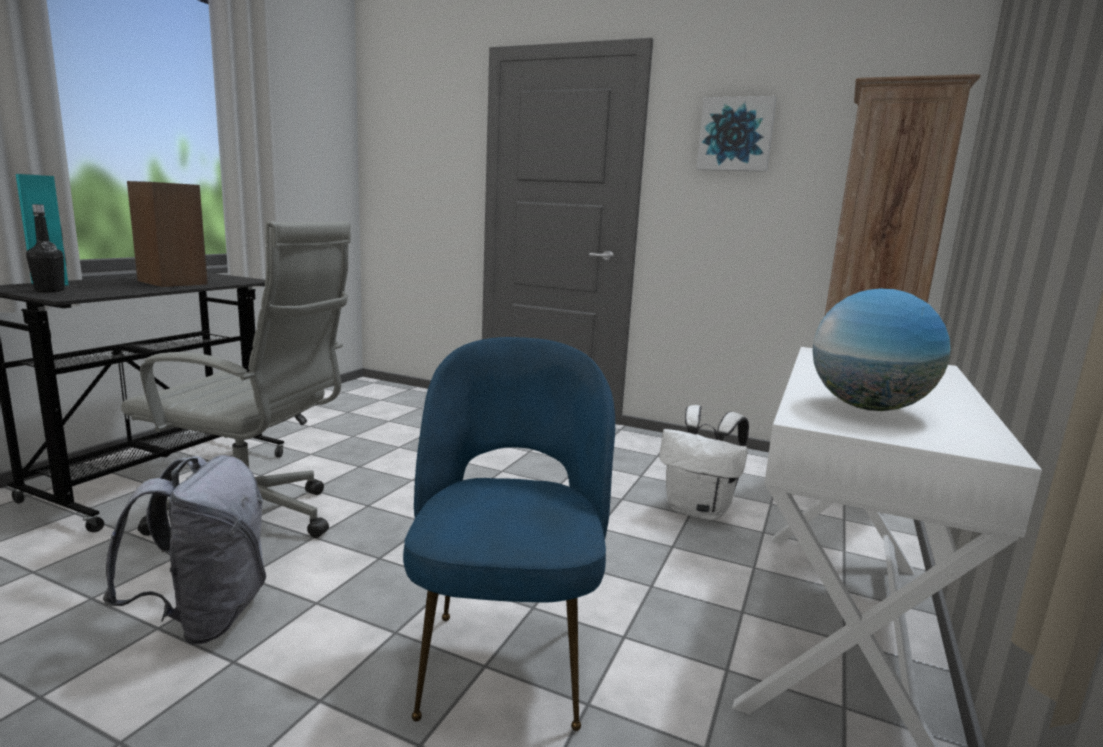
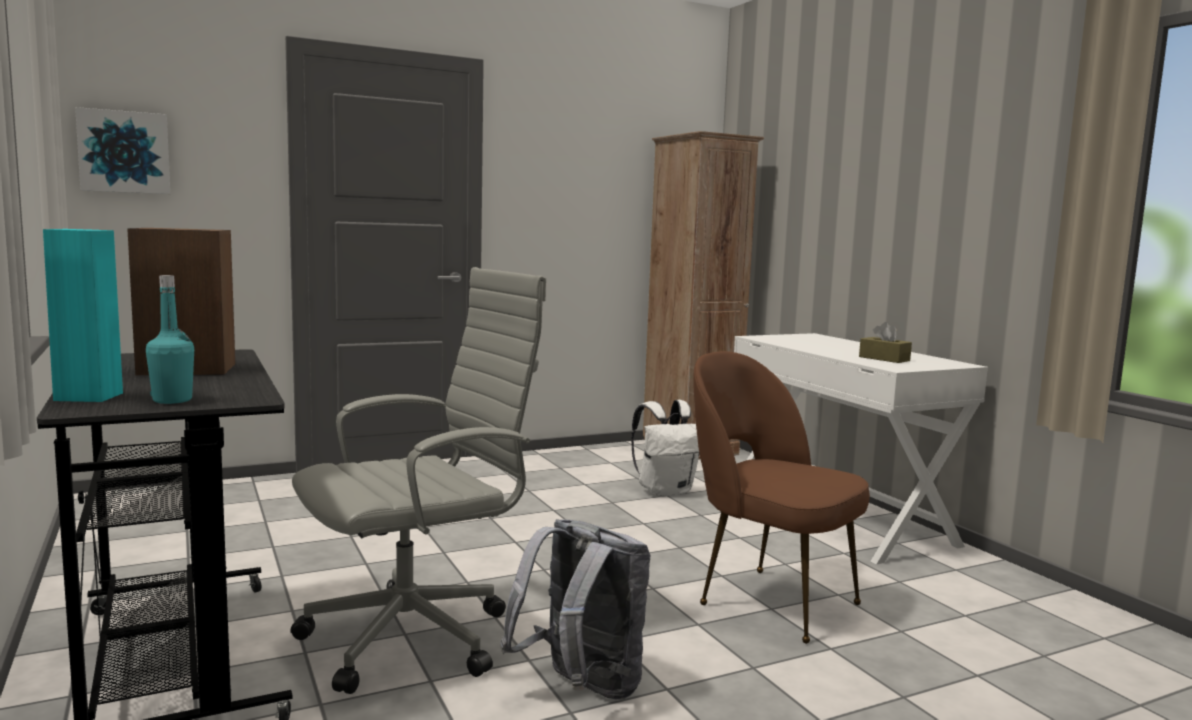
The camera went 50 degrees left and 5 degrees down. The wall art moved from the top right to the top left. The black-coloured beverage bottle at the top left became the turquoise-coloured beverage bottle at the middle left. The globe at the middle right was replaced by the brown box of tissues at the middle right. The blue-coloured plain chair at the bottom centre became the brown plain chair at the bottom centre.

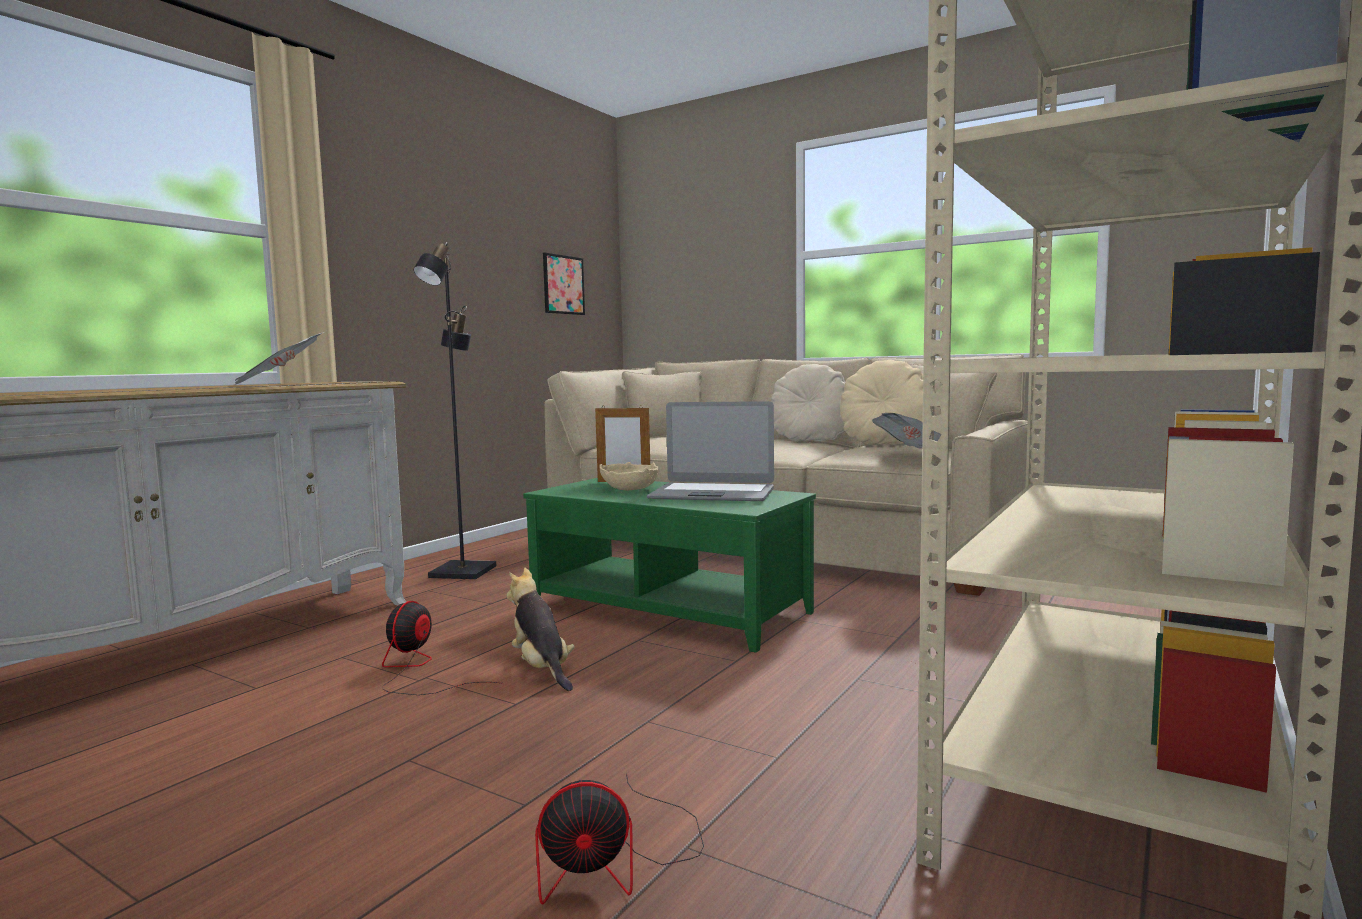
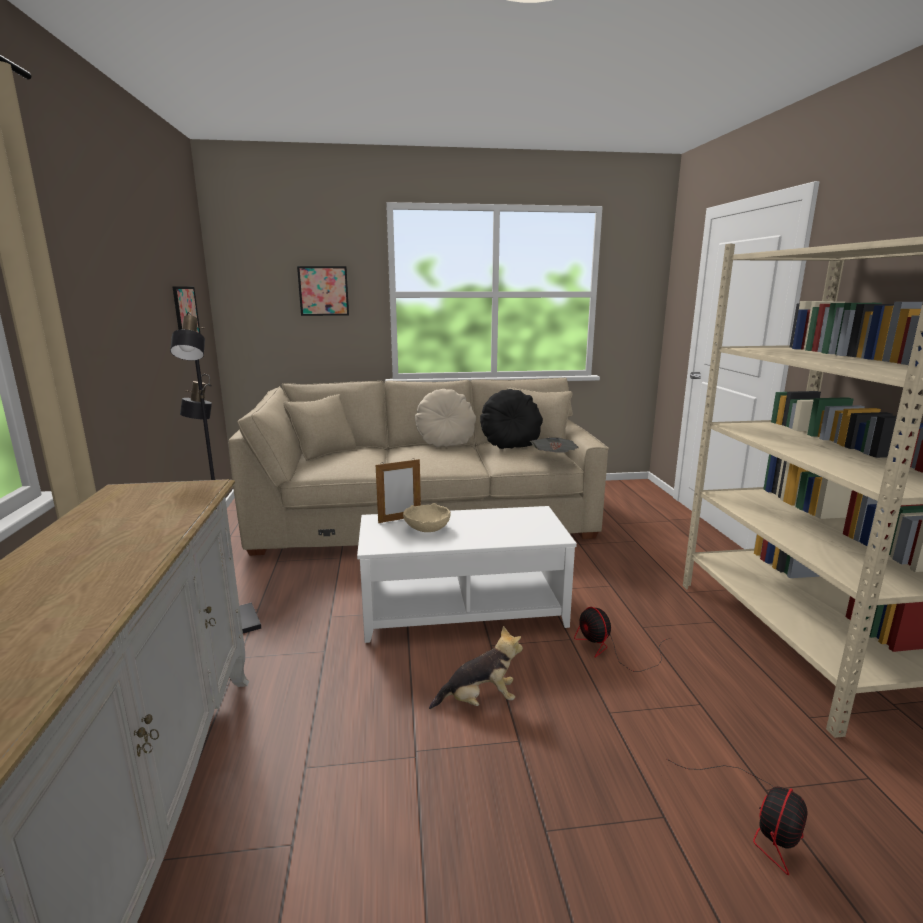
The camera went 40 degrees left and 10 degrees up. The newspaper (1st from left) at the middle left disappeared. The beige cushion (2nd from left) at the centre became the black-coloured cushion at the centre. The laptop at the centre disappeared. The greenish low table at the centre became the white low table at the centre. The plush toy at the bottom centre turned 150 degrees clockwise. The cooling fan (1st from left) moved from the bottom left to the bottom right. The wall art (2nd from left) at the top centre appeared.

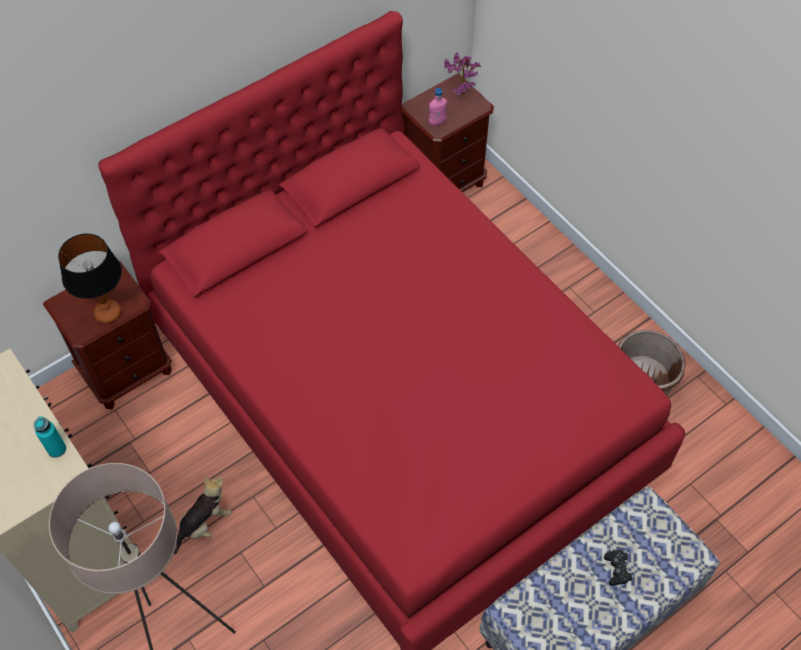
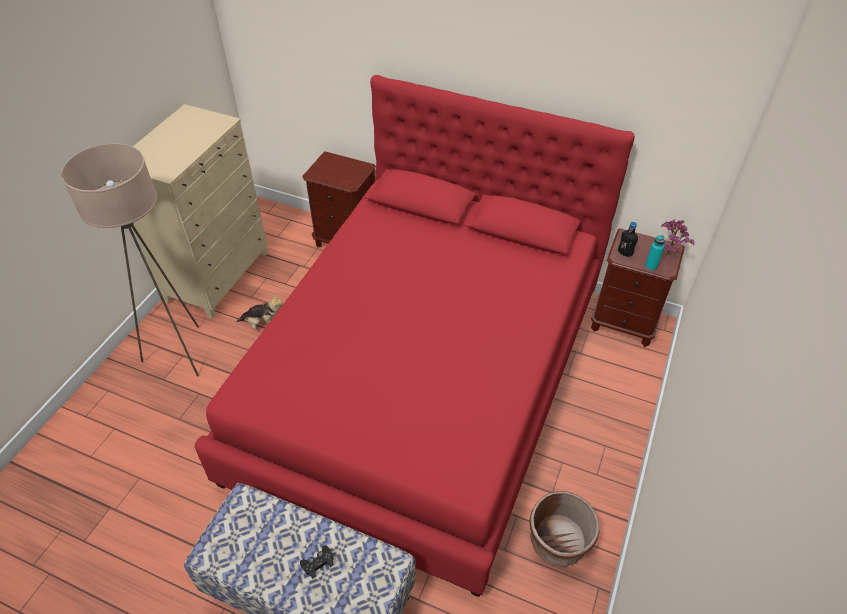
The camera went 60 degrees right and 10 degrees down. The pink-coloured beverage bottle at the top centre became the black-coloured beverage bottle at the middle right. The table lamp at the middle left disappeared. The turquoise-coloured beverage bottle moved from the bottom left to the middle right.

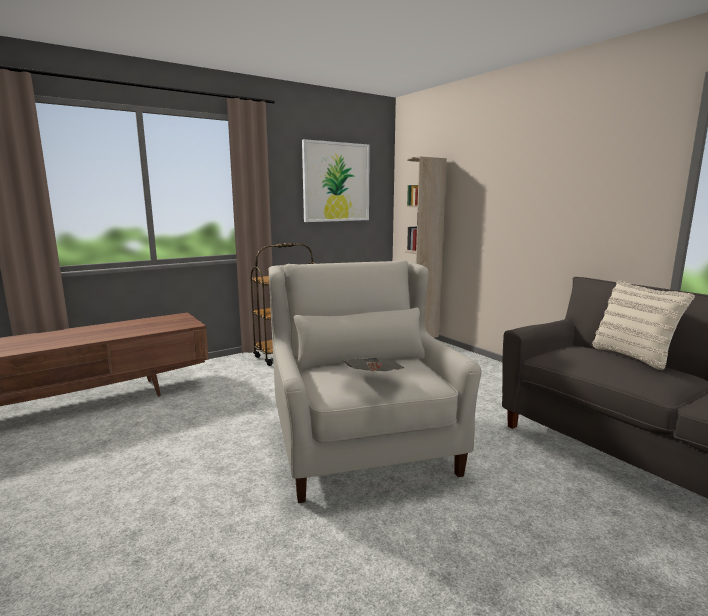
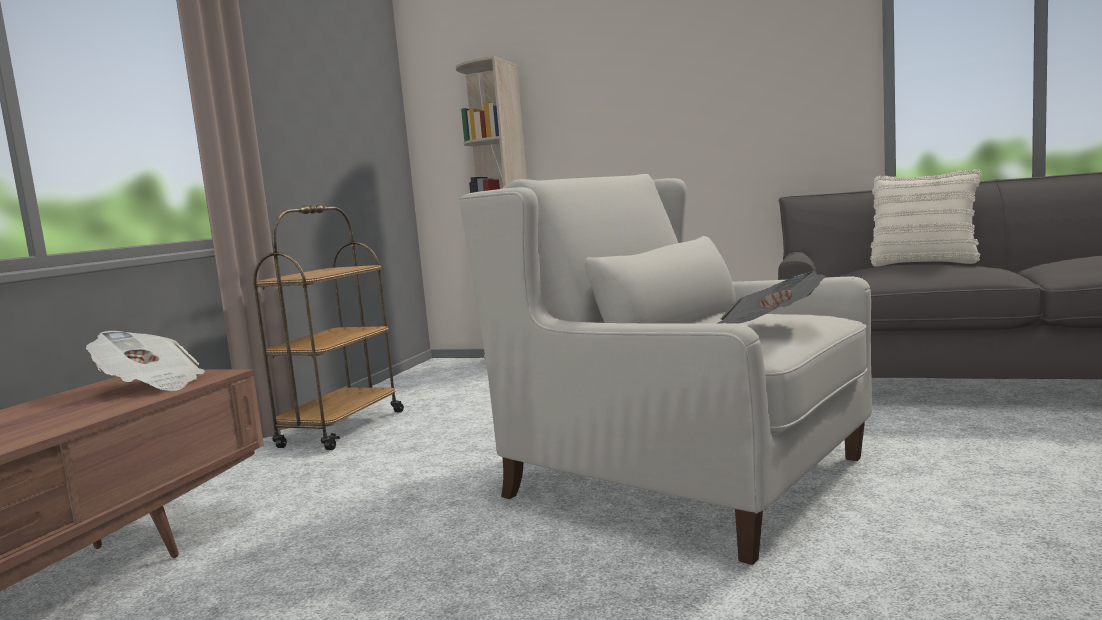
The camera went 35 degrees left and 5 degrees down. The wall art at the top centre disappeared. The newspaper (1st from left) at the middle left appeared.

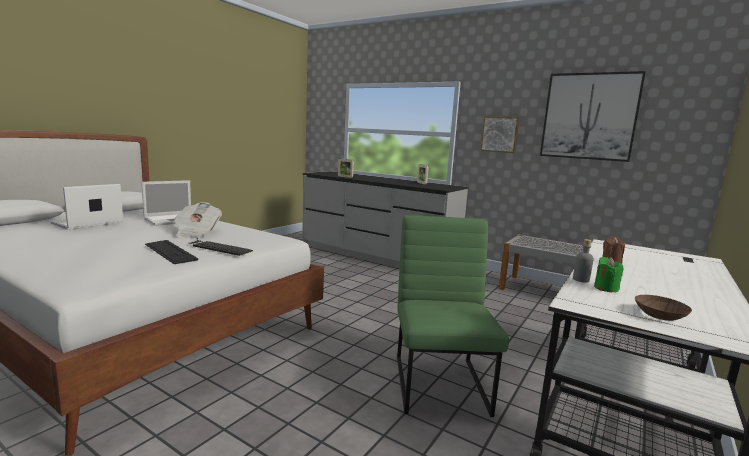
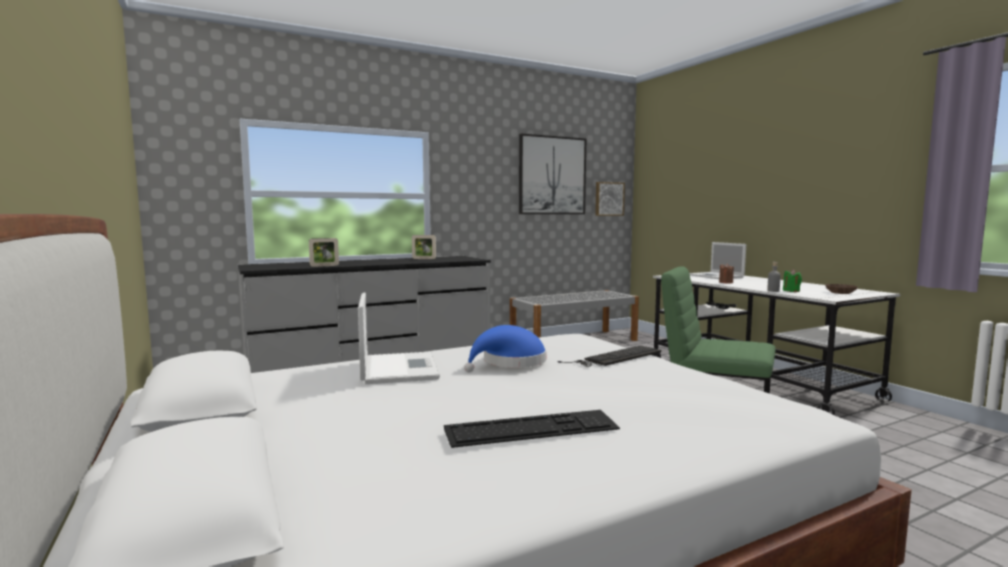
The camera went 60 degrees left and 5 degrees down. The wall art (1st from left in the first image) moved from the top centre to the centre. The laptop (1st from left in the first image) moved from the middle left to the middle right. The newspaper at the middle left was replaced by the blue-coloured clothing hat at the centre. The computer keyboard (1st from left) moved from the middle left to the bottom centre.

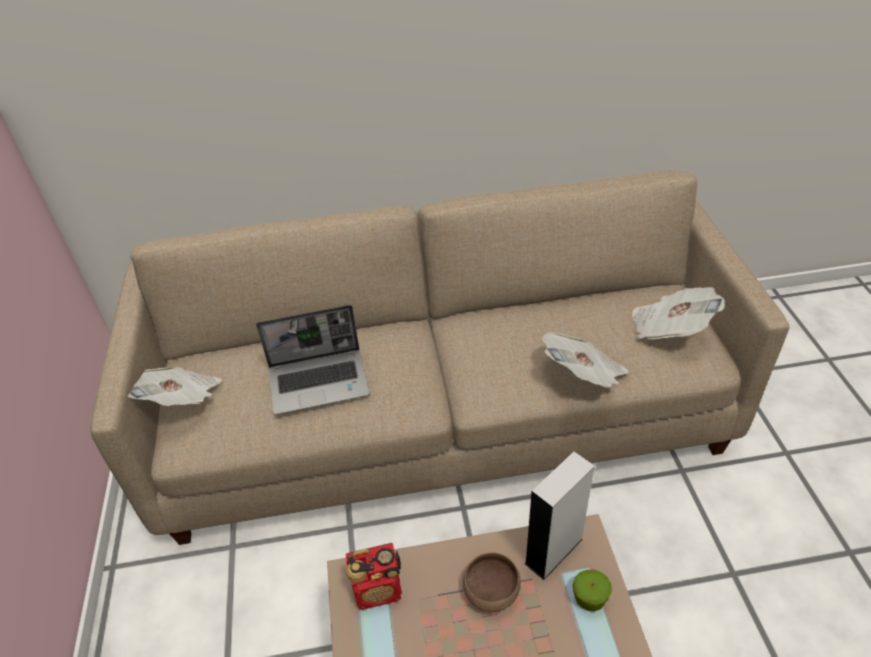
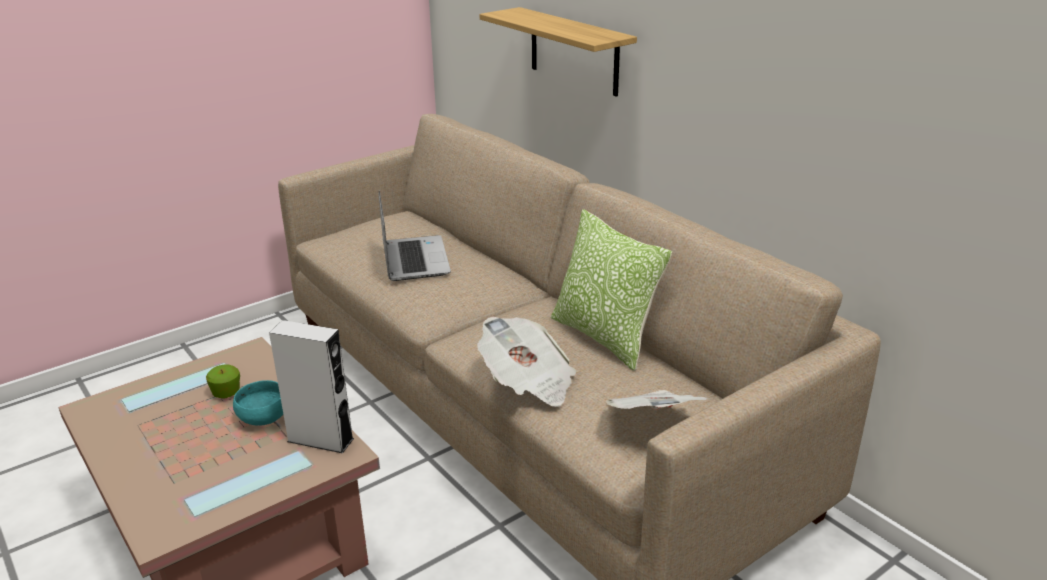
The camera went 60 degrees right and 15 degrees down. The laptop at the centre turned 150 degrees counterclockwise. The newspaper (1st from left) at the middle left disappeared. The radio at the bottom centre disappeared. The brown serving bowl at the bottom centre became the turquoise-coloured serving bowl at the bottom left. The apple moved from the bottom right to the middle left. The bracket shelf at the top centre appeared. The cushion at the centre appeared.

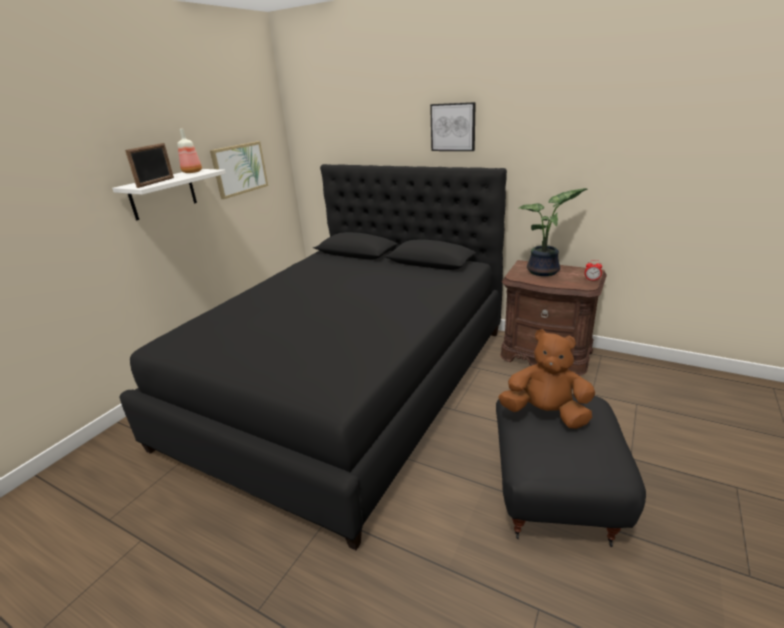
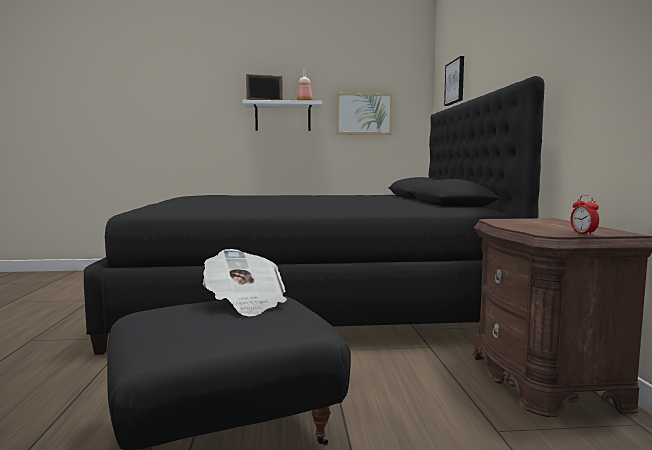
The camera went 55 degrees right and 20 degrees down. The wall art (2nd from left) moved from the top centre to the top right. The houseplant at the middle right disappeared. The brown plush toy at the middle right was replaced by the newspaper at the centre.

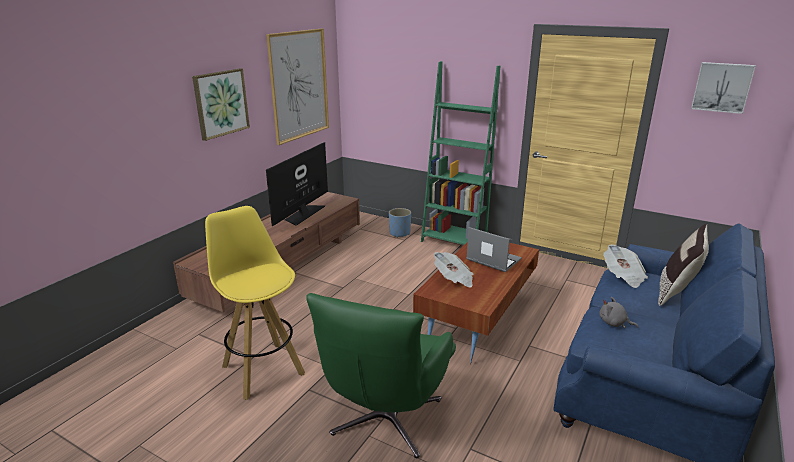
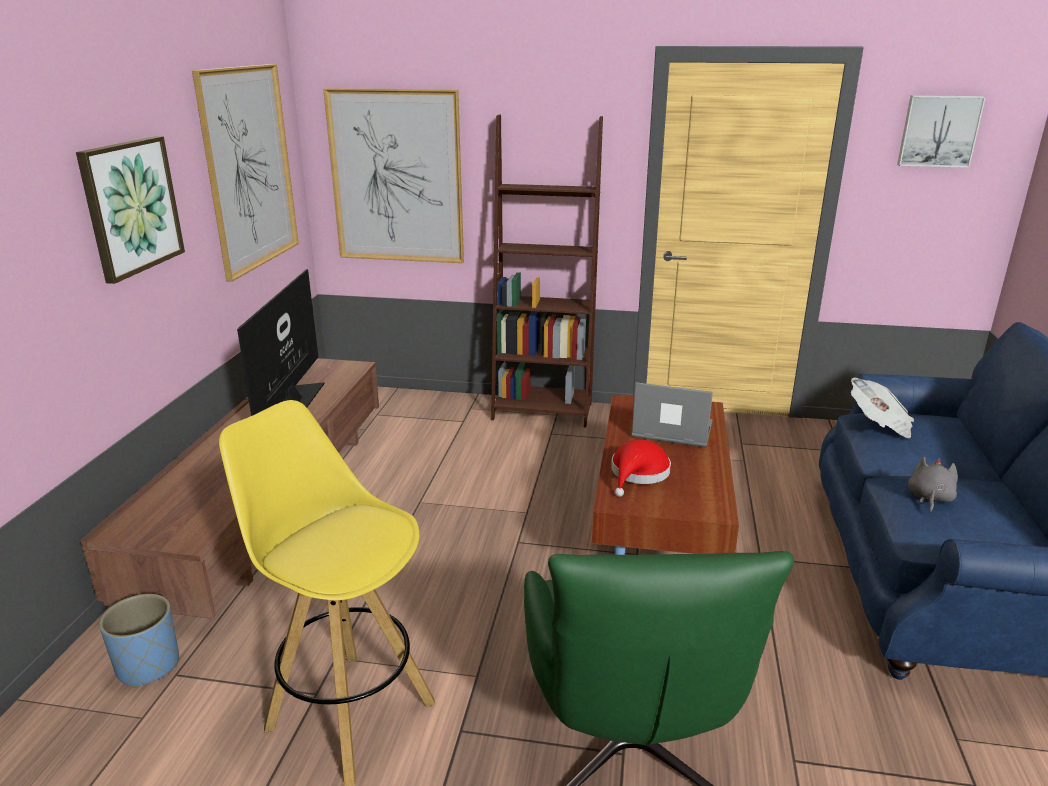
The camera went 20 degrees left and 0 degrees up. The greenish bookcase at the top centre became the brown bookcase at the centre. The blue-coloured flower pot moved from the centre to the bottom left. The cushion at the middle right disappeared. The newspaper (1st from left) at the centre was replaced by the reddish clothing hat at the centre. The gray plush toy at the bottom right turned 105 degrees clockwise. The wall art (3rd from left) at the top centre appeared.

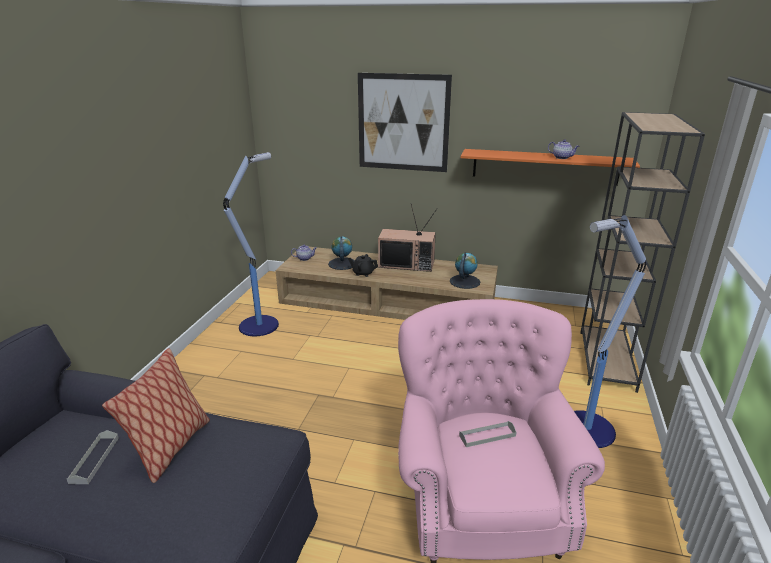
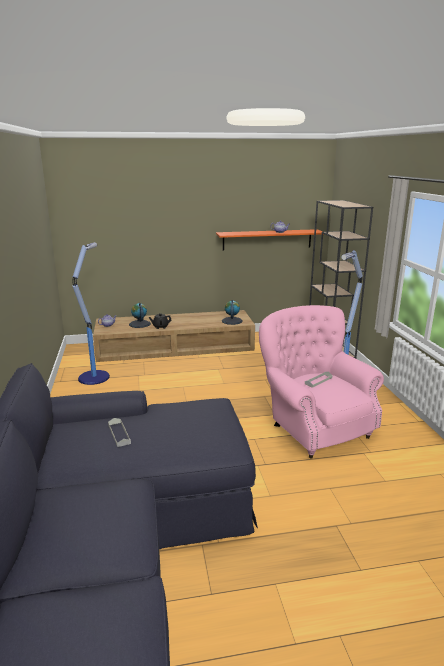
The camera went 25 degrees left and 5 degrees down. The wall art at the top centre disappeared. The TV at the centre disappeared. The cushion at the bottom left disappeared.

